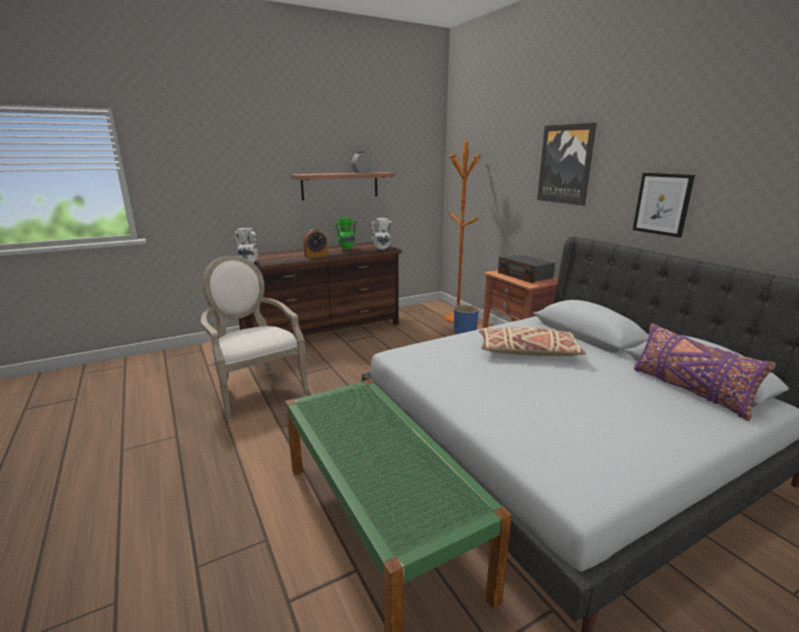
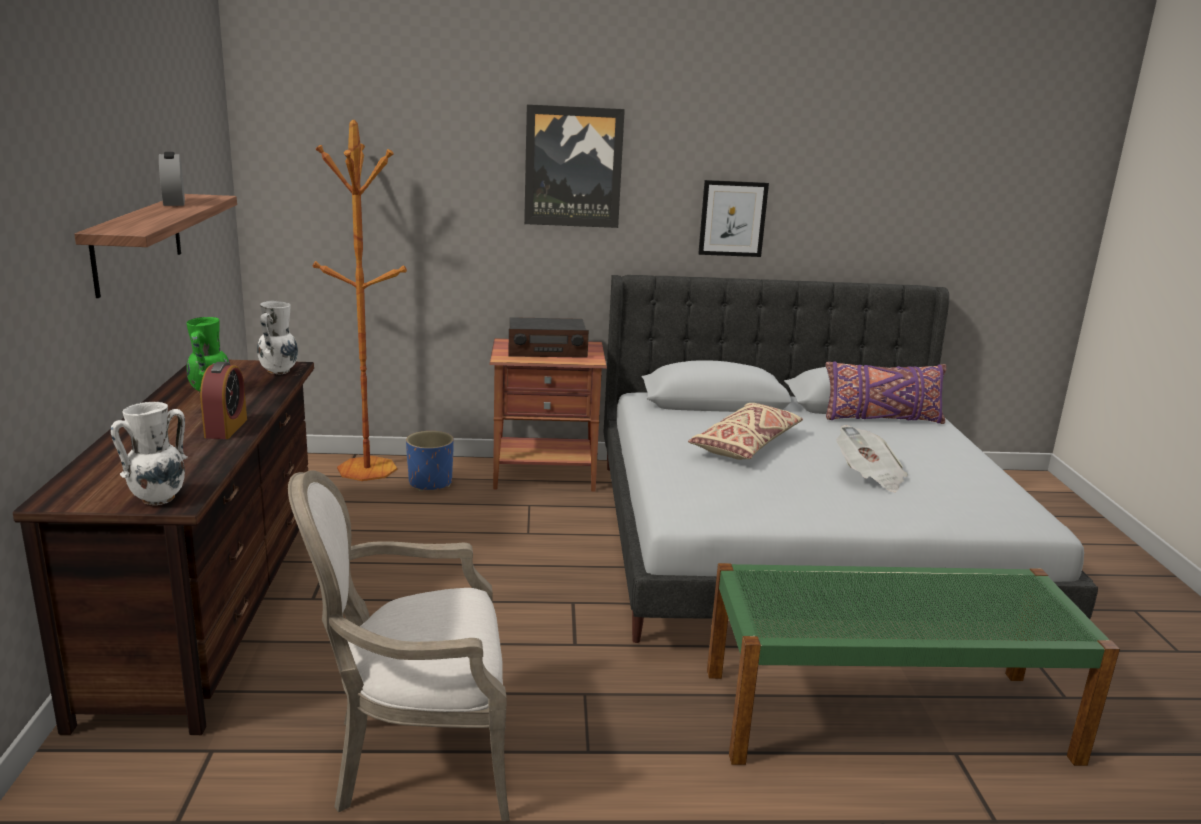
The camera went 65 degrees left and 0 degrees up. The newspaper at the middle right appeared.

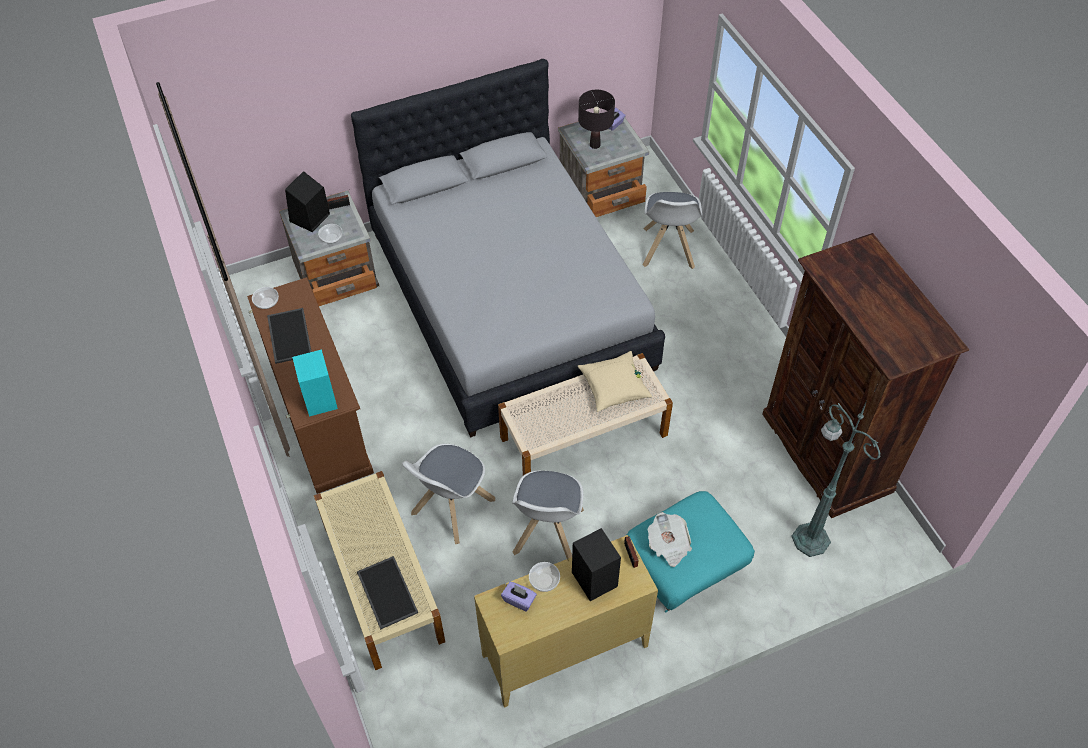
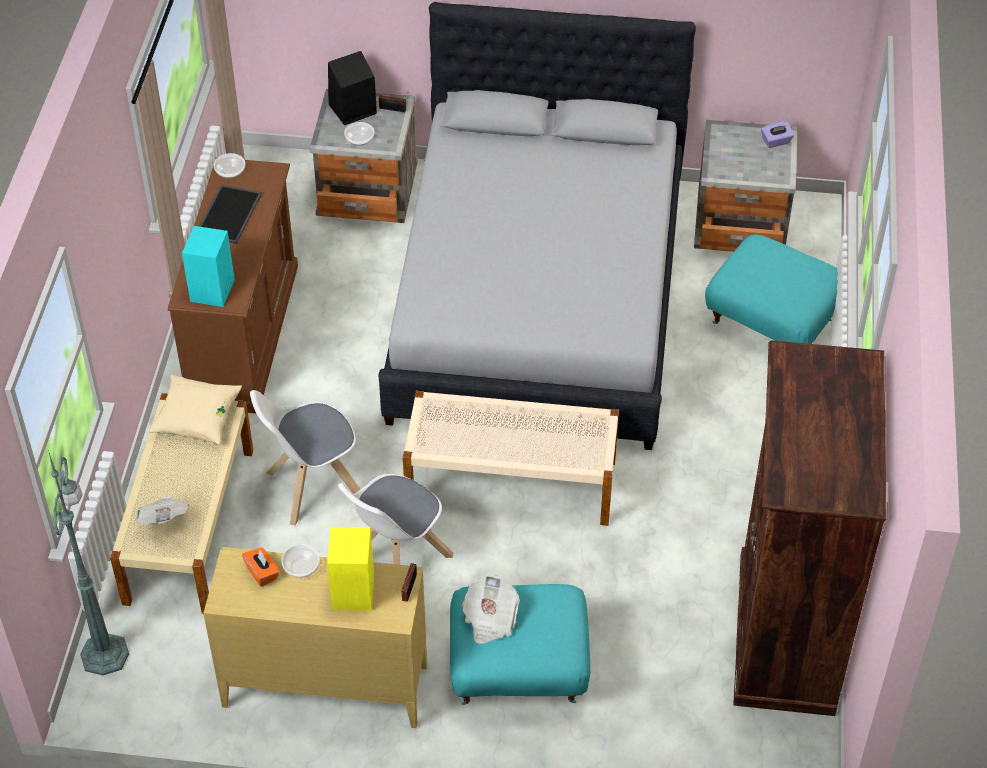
The camera went 30 degrees right and 5 degrees down. The black-coloured table lamp at the top centre disappeared. The plain chair (3rd from left) at the top centre was replaced by the turquoise-coloured pouffe (2nd from left) at the middle right. The beige cushion moved from the centre to the middle left. The greenish floor lamp moved from the middle right to the bottom left. The black-coloured speaker (2nd from left) at the bottom centre became the yellowish speaker at the bottom centre. The serving tray (2nd from left) at the bottom centre was replaced by the newspaper (1st from left) at the middle left. The purple-coloured box of tissues (1st from left) at the bottom centre became the orange-coloured box of tissues at the bottom left.

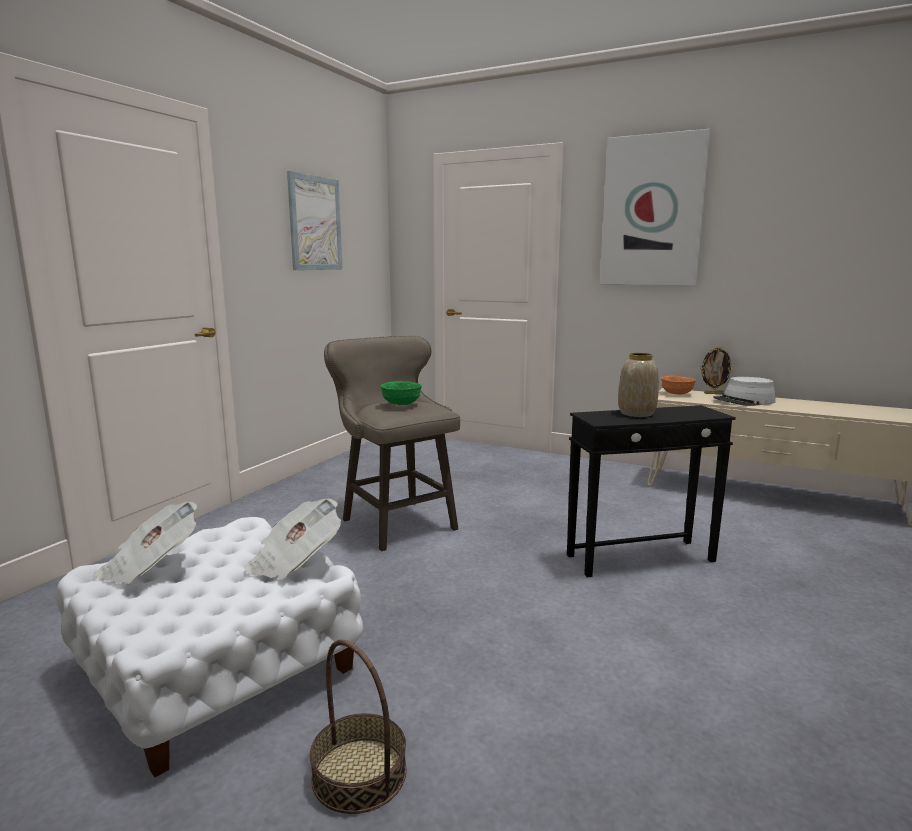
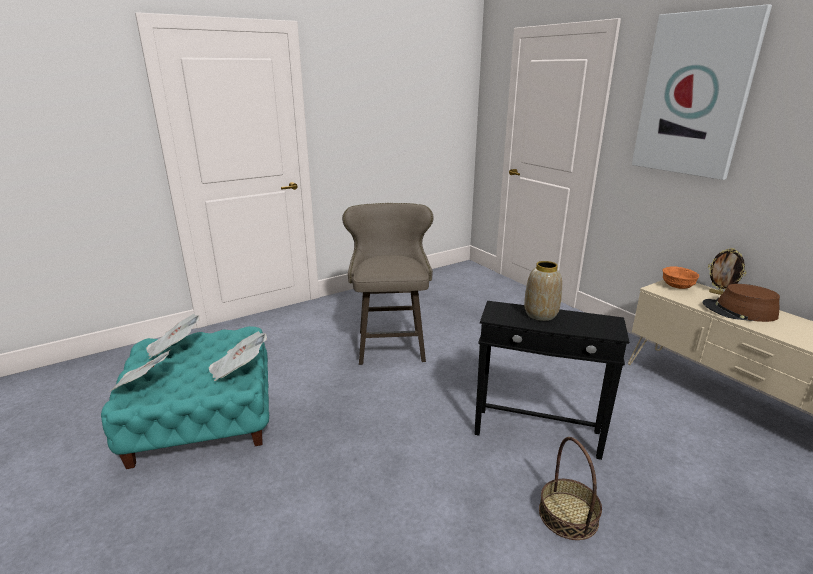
The camera went 30 degrees right and 10 degrees up. The wall art (1st from left) at the top centre disappeared. The gray clothing hat at the middle right became the brown clothing hat at the middle right. The greenish serving bowl at the centre disappeared. The white pouffe at the bottom left became the turquoise-coloured pouffe at the bottom left. The household basket moved from the bottom centre to the bottom right. The newspaper (1st from left) at the middle left appeared.

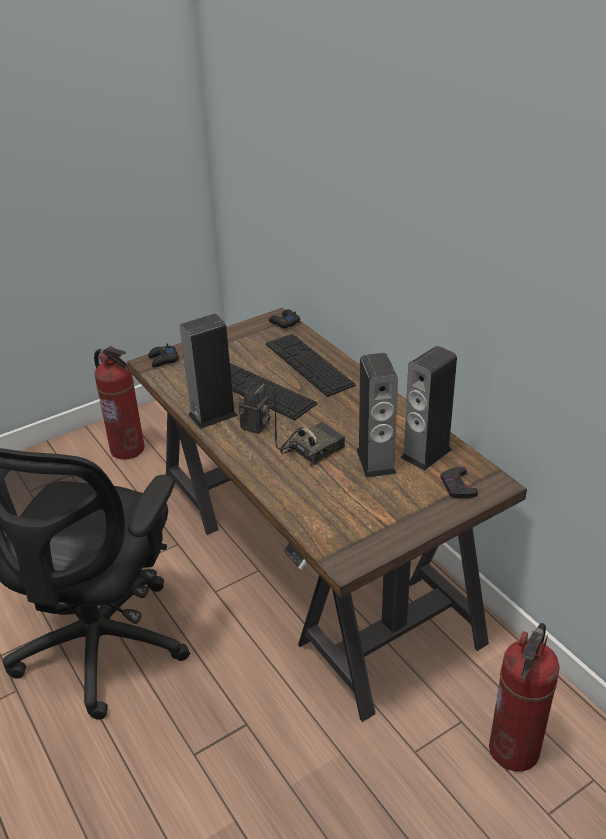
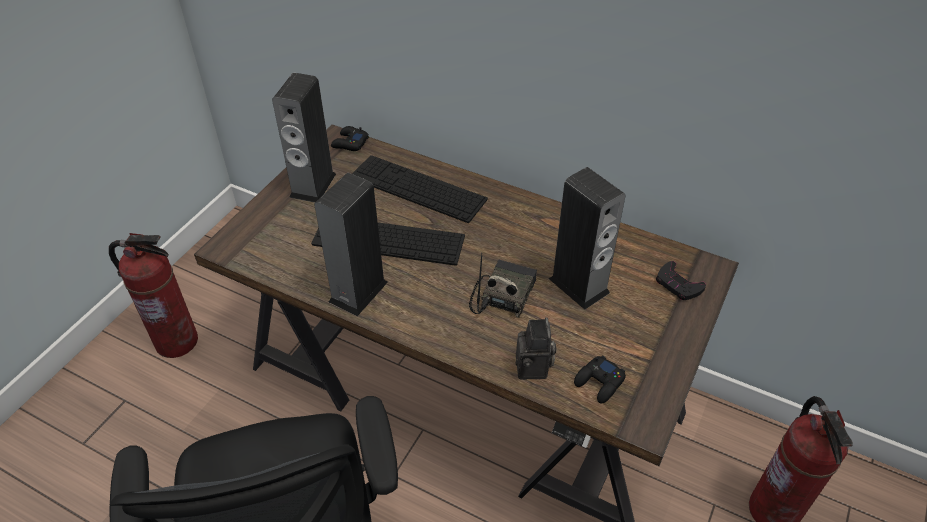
The camera went 30 degrees left and 10 degrees up. The black-coloured gamepad (1st from left in the first image) moved from the middle left to the bottom centre. The speaker (3rd from left in the first image) moved from the middle right to the top left. The photo camera moved from the centre to the bottom centre.

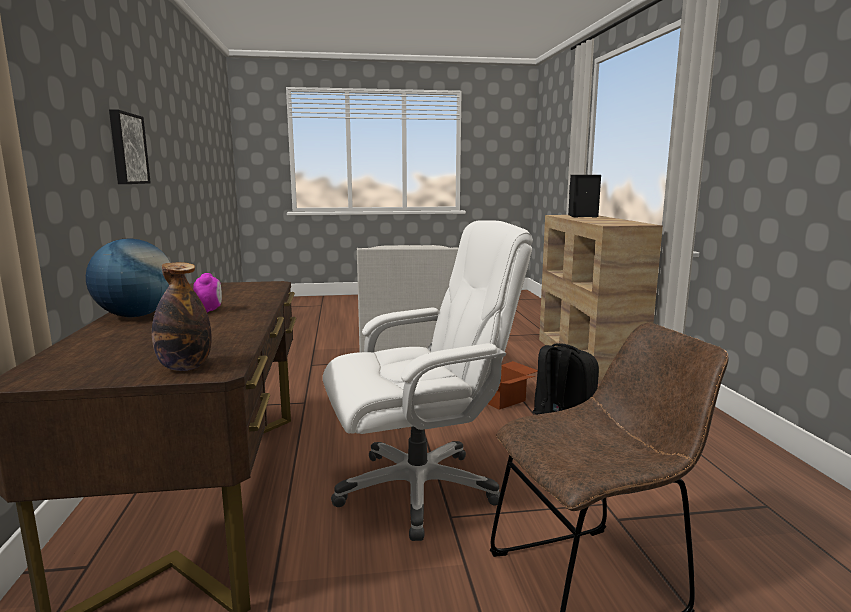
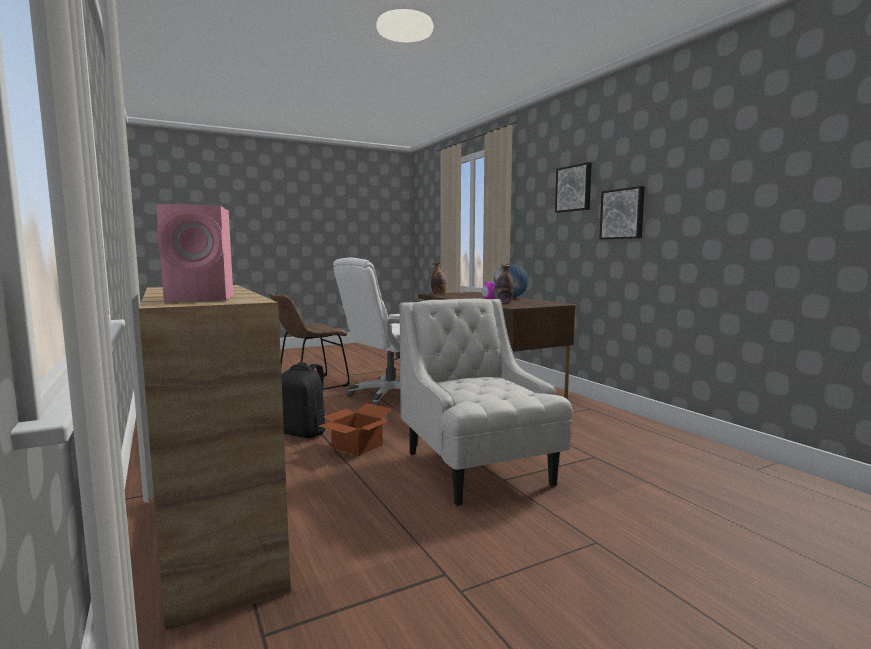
The camera went 160 degrees right and 5 degrees down. The black-coloured speaker at the top right became the pink-coloured speaker at the middle left. The wall art (1st from left) at the top centre appeared. The beverage bottle (2nd from left) at the centre appeared.

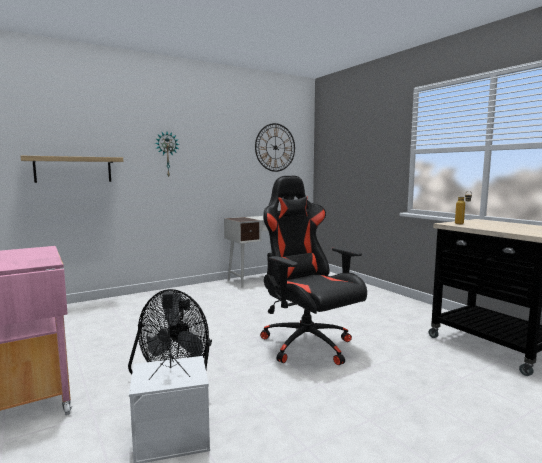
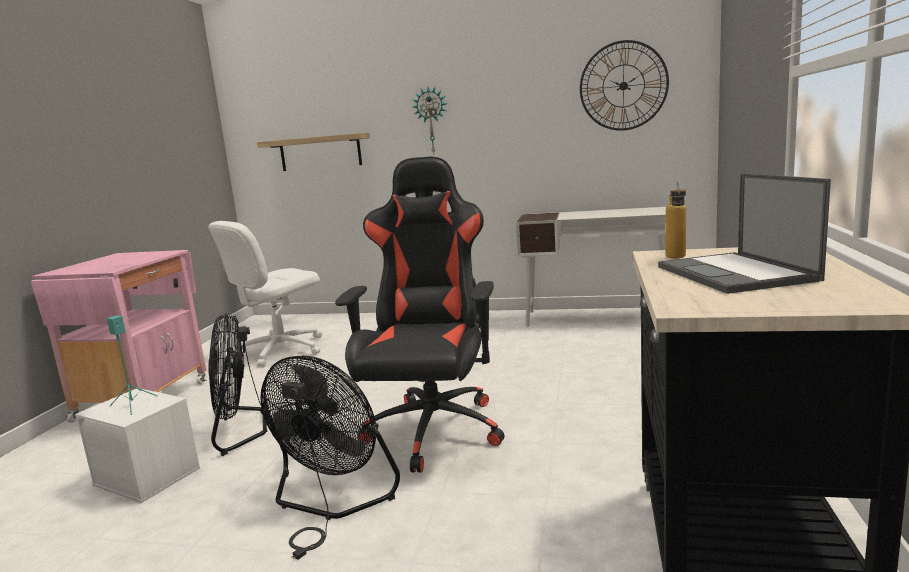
The camera went 45 degrees right and 5 degrees up. The black-coloured speaker at the bottom left became the turquoise-coloured speaker at the middle left. The laptop at the middle right appeared. The white office chair at the middle left appeared. The black-coloured cooling fan (2nd from left) at the bottom centre appeared.

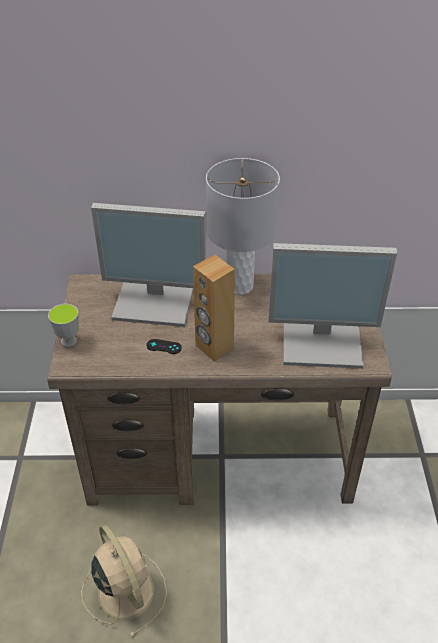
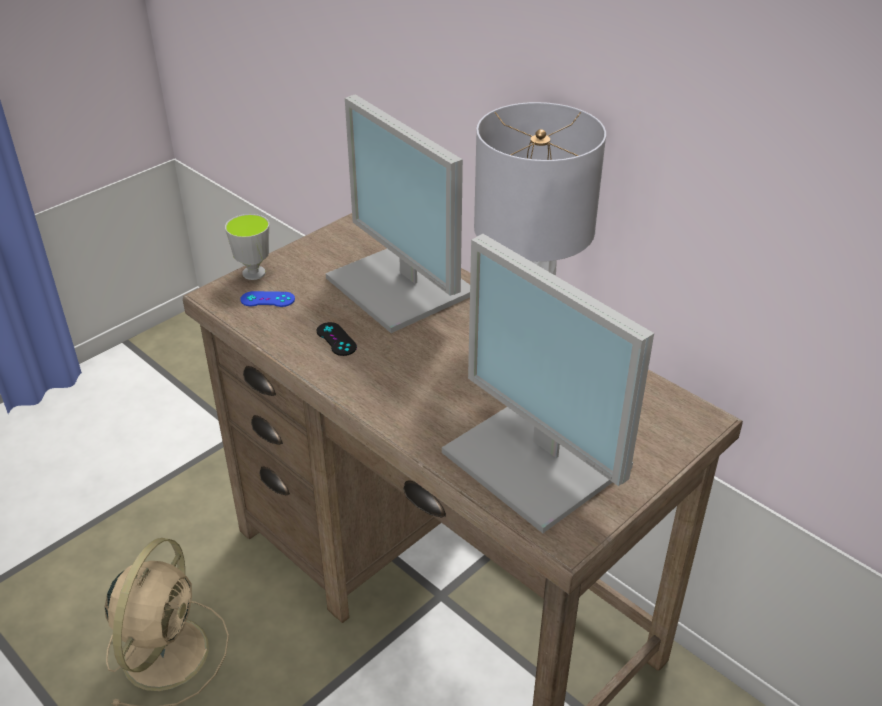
The camera went 45 degrees right and 5 degrees down. The brown speaker at the centre disappeared. The blue-coloured gamepad at the middle left appeared.

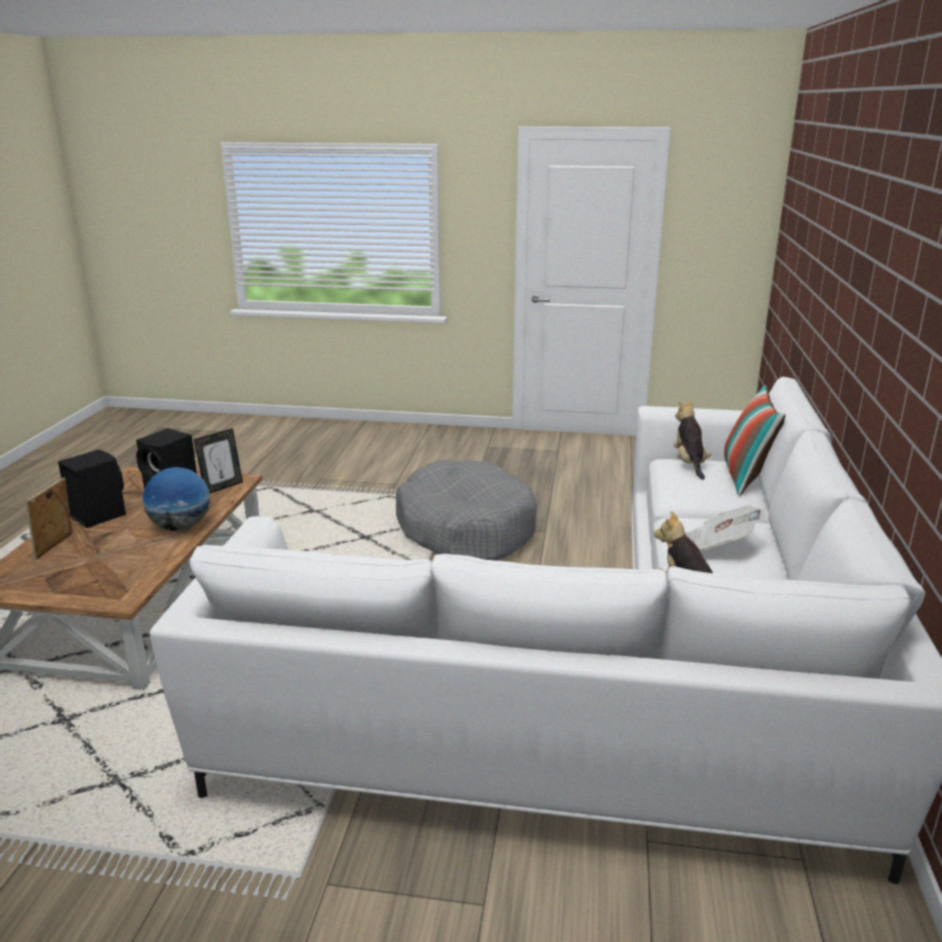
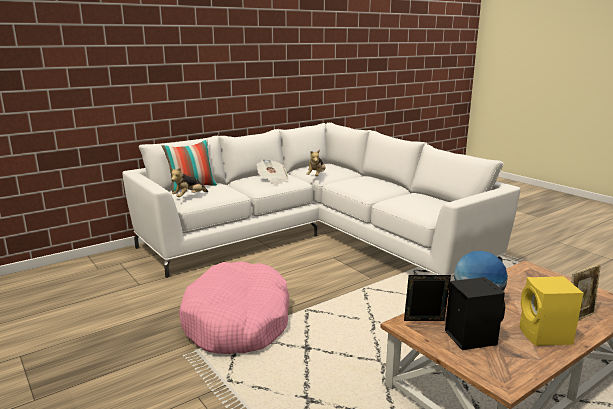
The camera went 135 degrees left and 5 degrees down. The black-coloured speaker (1st from left) at the middle left became the yellowish speaker at the bottom right. The gray pet bed at the centre became the pink-coloured pet bed at the bottom centre.

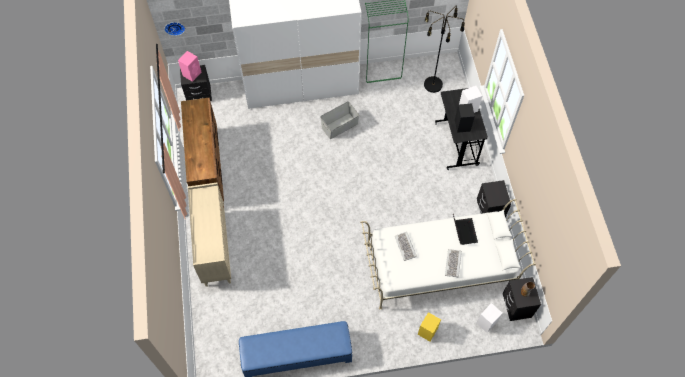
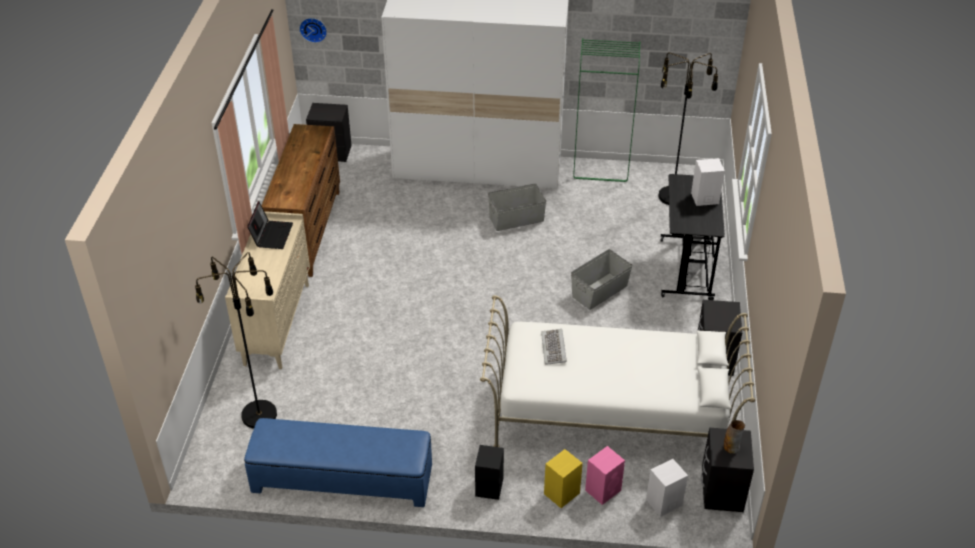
The camera went 15 degrees right and 20 degrees down. The pink-coloured speaker moved from the top left to the bottom centre. The black-coloured speaker moved from the top right to the bottom centre. The laptop moved from the middle right to the middle left. The computer keyboard (2nd from left) at the bottom centre disappeared. The gray storage box (2nd from left) at the centre appeared. The floor lamp (1st from left) at the middle left appeared.

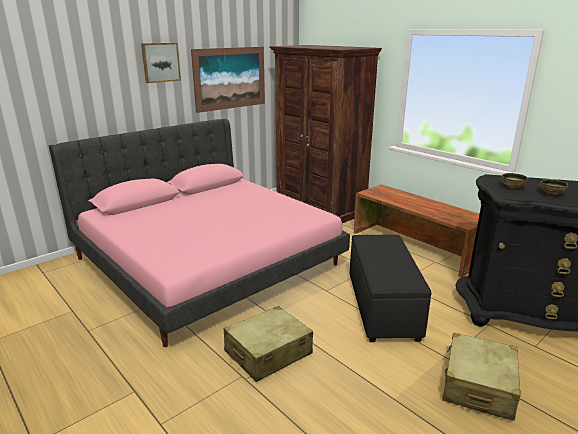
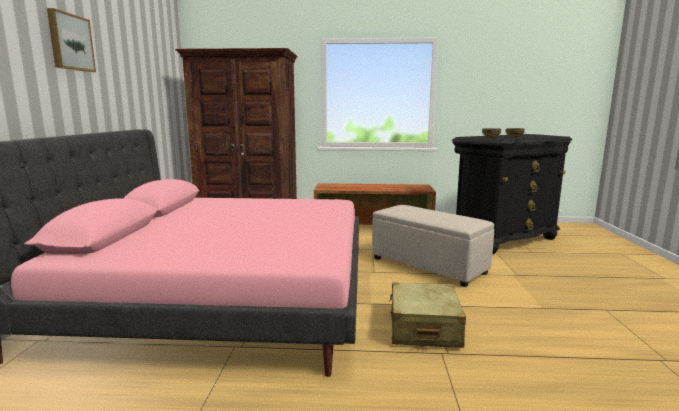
The camera went 45 degrees left and 10 degrees down. The wall art (2nd from left) at the top centre disappeared. The black-coloured pouffe at the middle right became the beige pouffe at the centre. The beige piece of luggage (2nd from left) at the bottom right disappeared.

